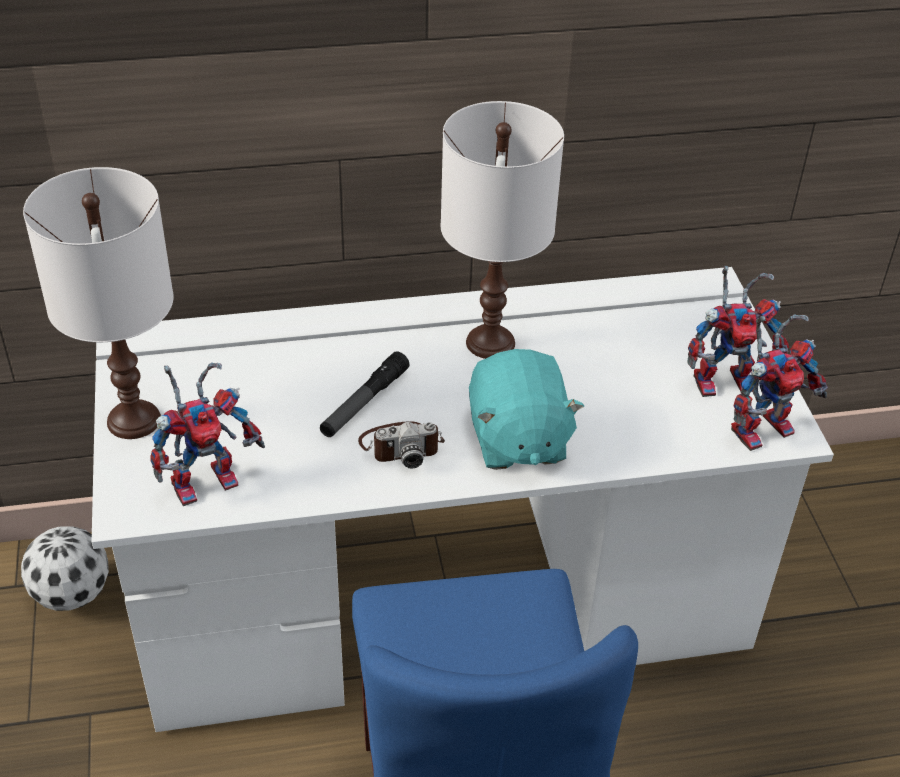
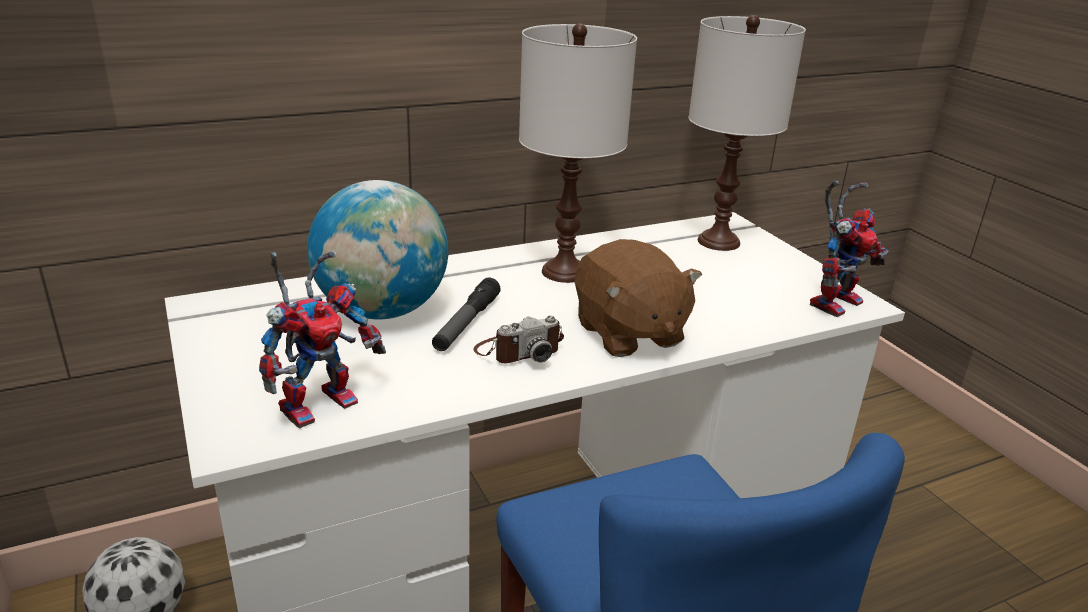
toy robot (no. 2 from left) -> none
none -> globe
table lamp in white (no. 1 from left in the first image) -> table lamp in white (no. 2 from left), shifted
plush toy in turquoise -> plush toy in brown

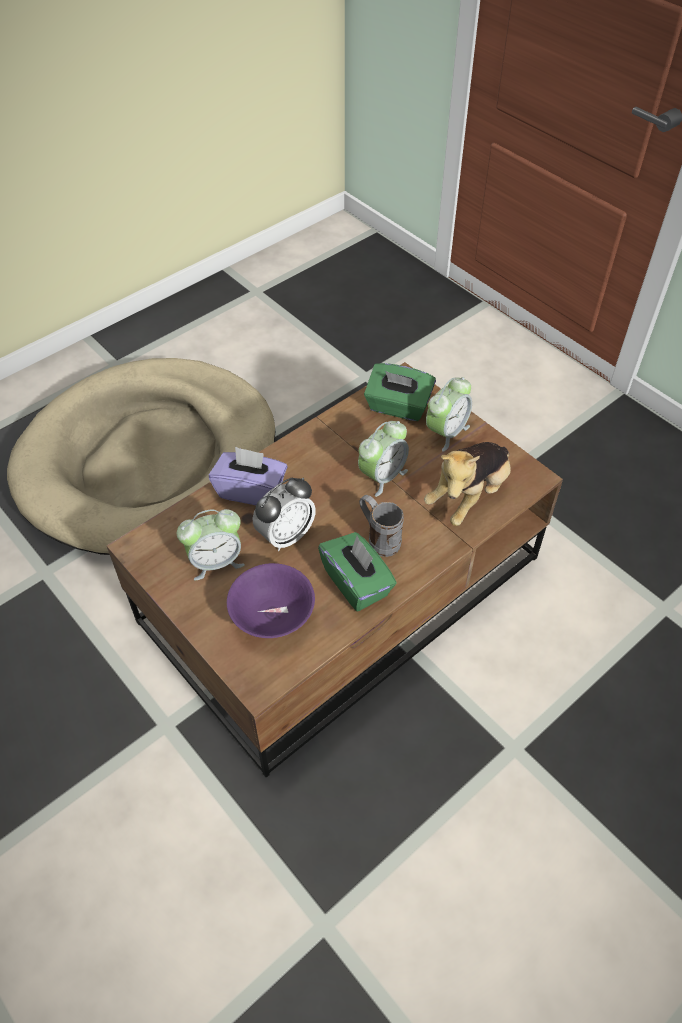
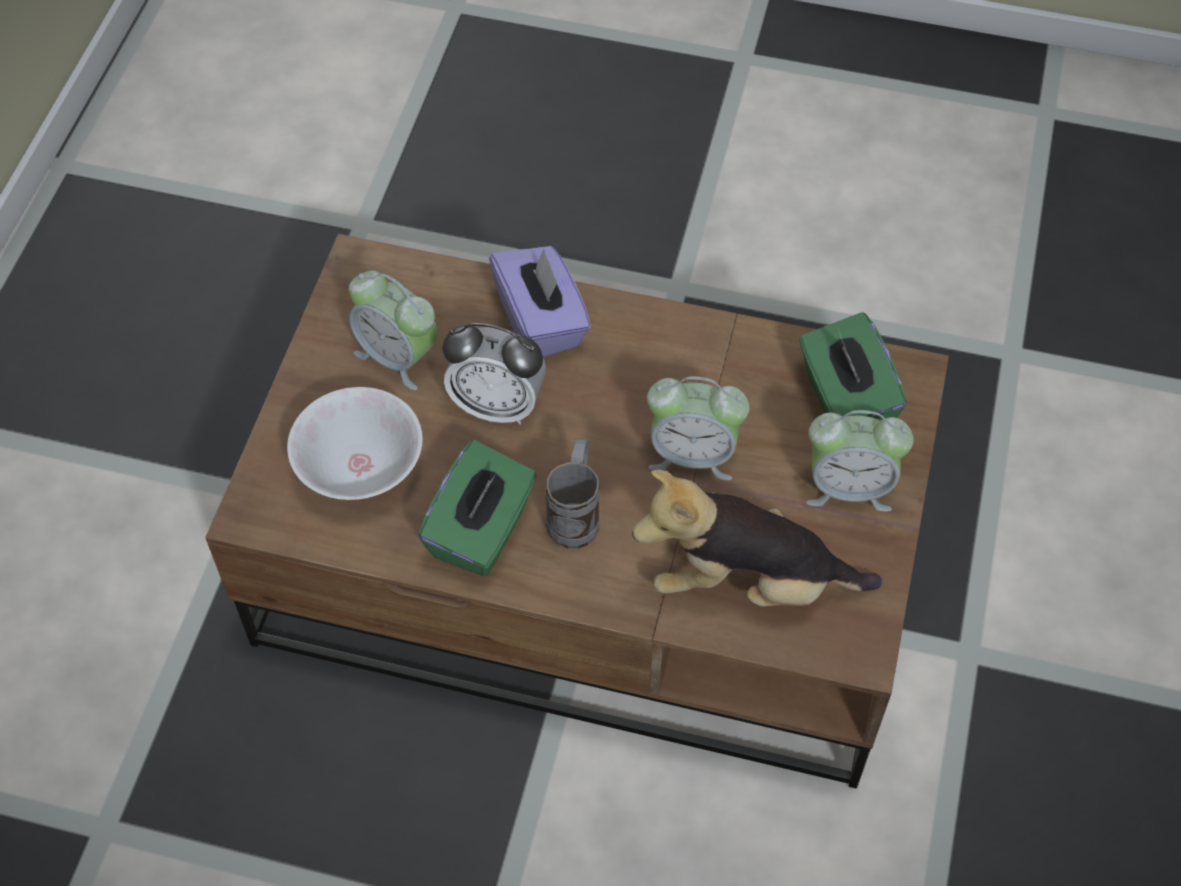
dog bed in beige -> none
bowl in purple -> bowl in white

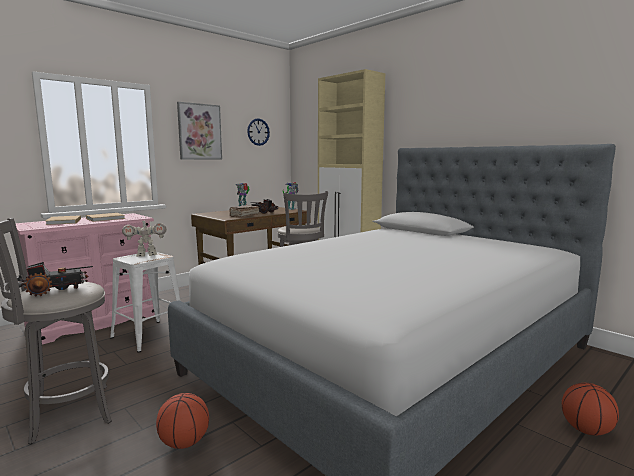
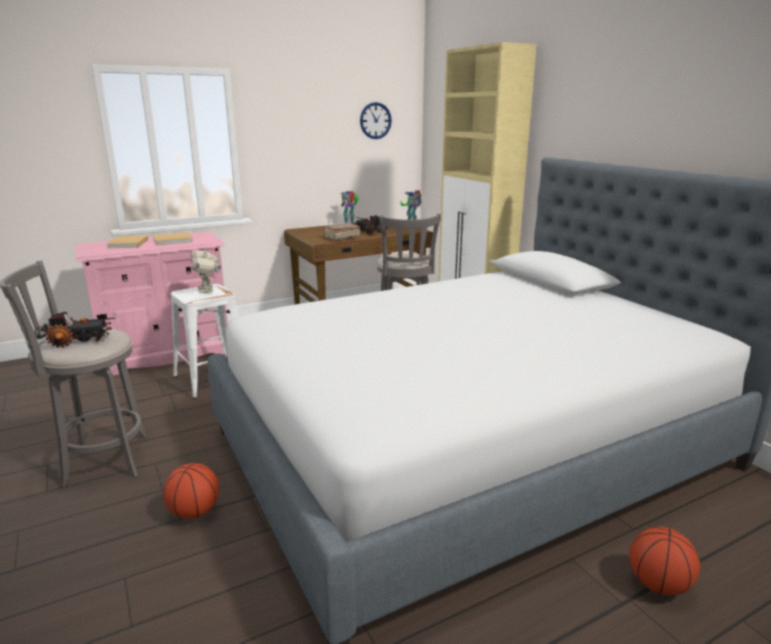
picture -> none
toy robot (no. 1 from left), 75 degrees clockwise

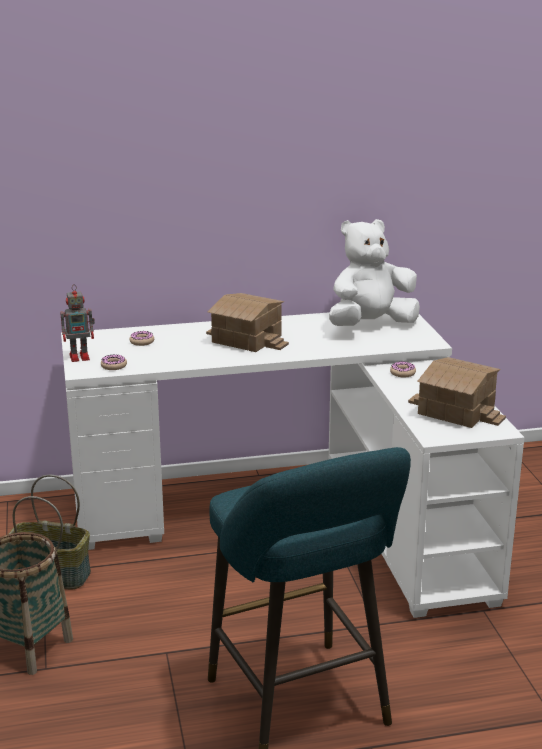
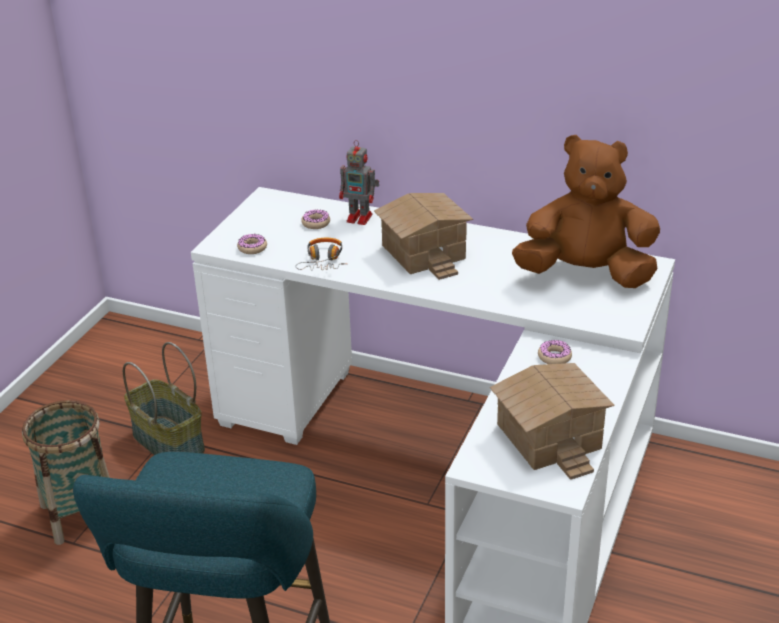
none -> headphones
toy robot, shifted
plush toy in white -> plush toy in brown

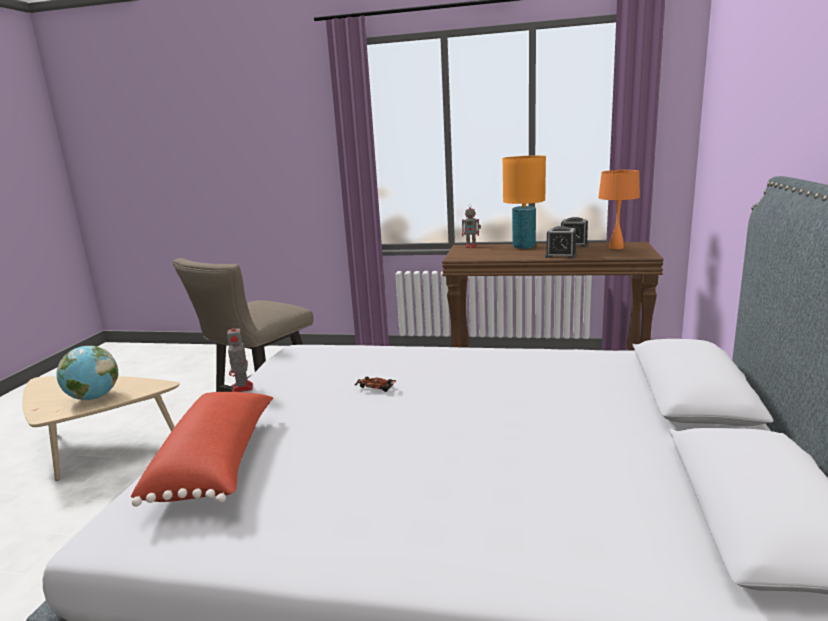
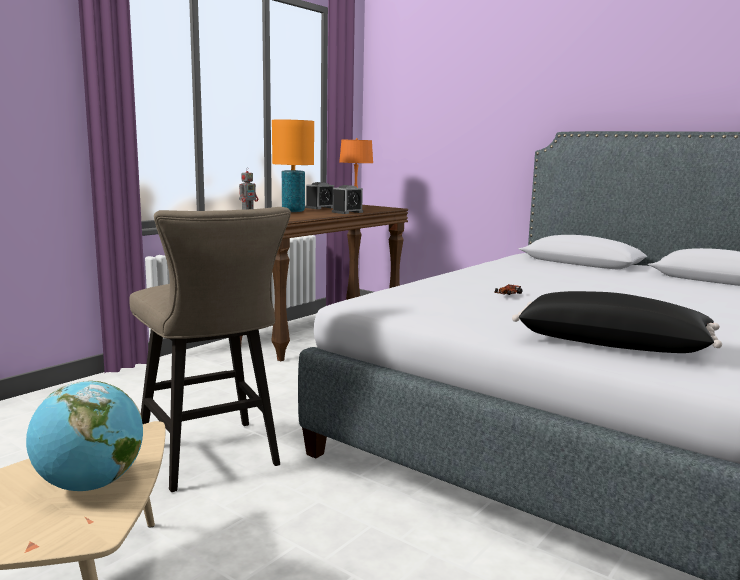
toy robot (no. 1 from left) -> none
pillow in red -> pillow in black

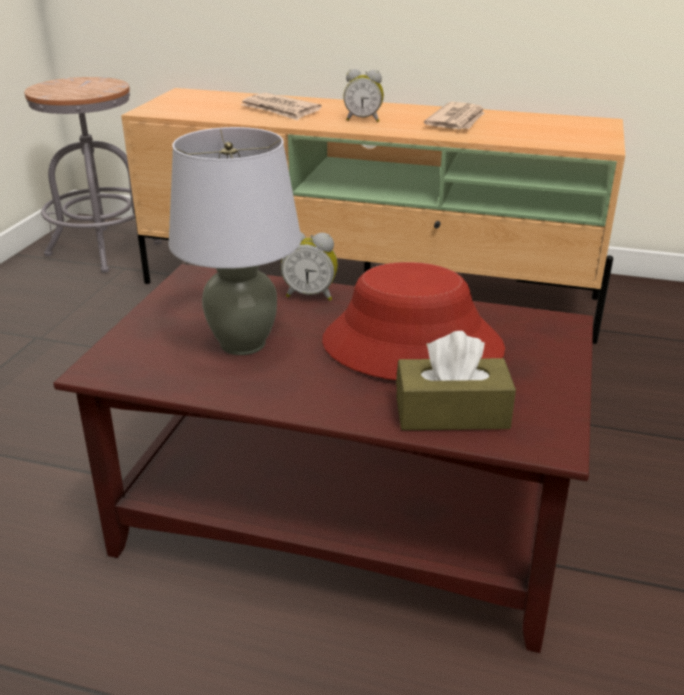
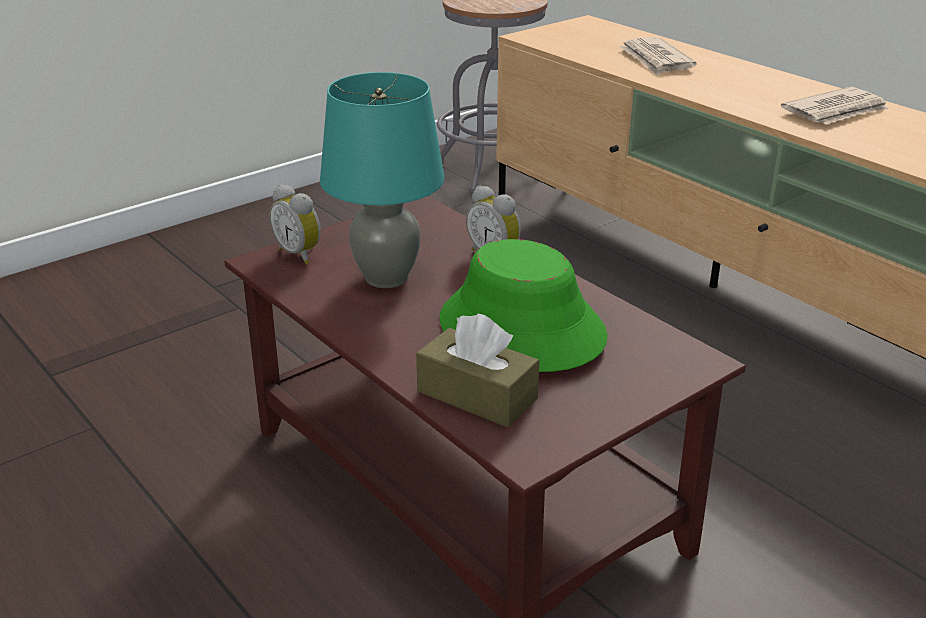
alarm clock (no. 2 from left in the first image) -> alarm clock (no. 1 from left), shifted
table lamp in grey -> table lamp in turquoise
hat in red -> hat in green

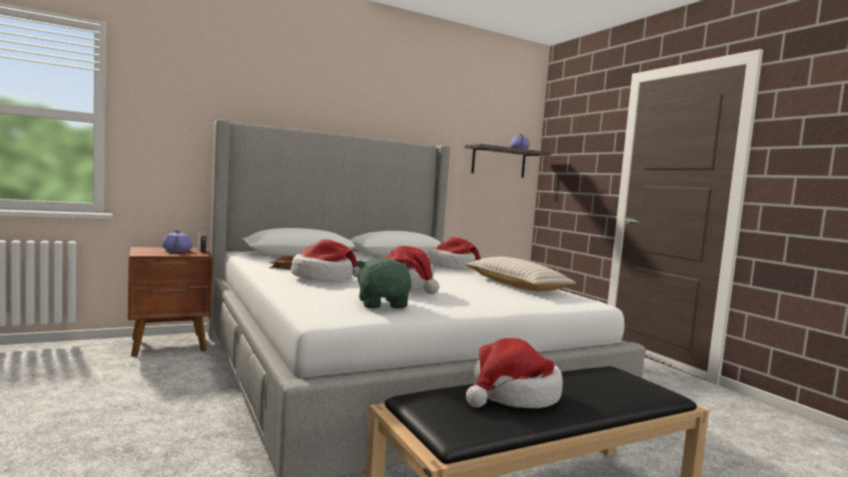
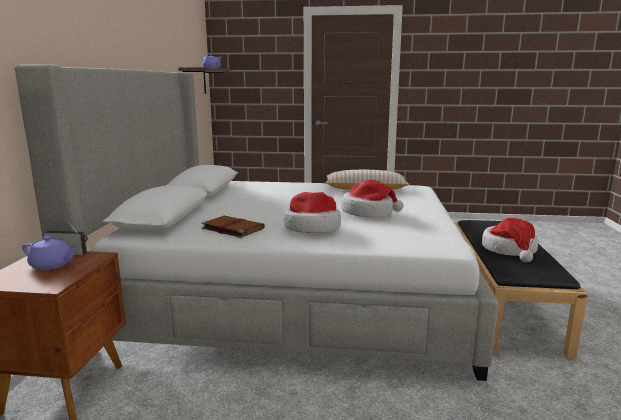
plush toy in green -> none
hat (no. 3 from left) -> none

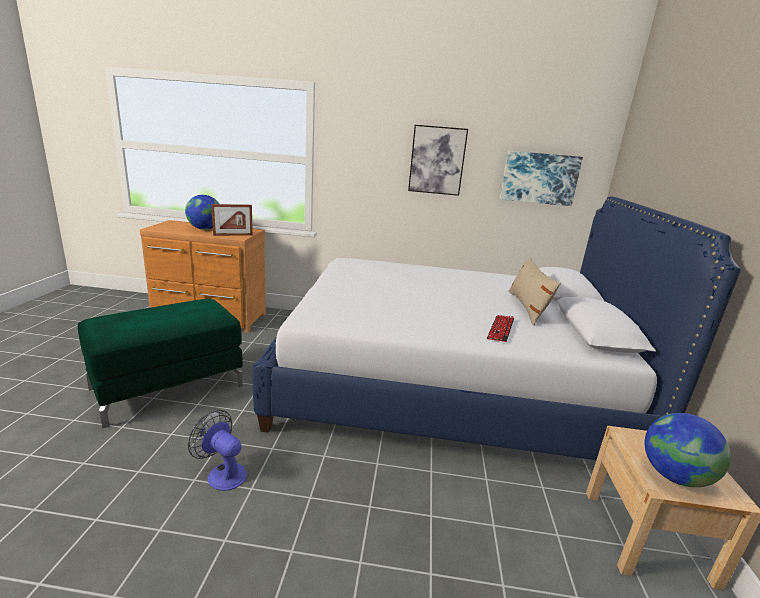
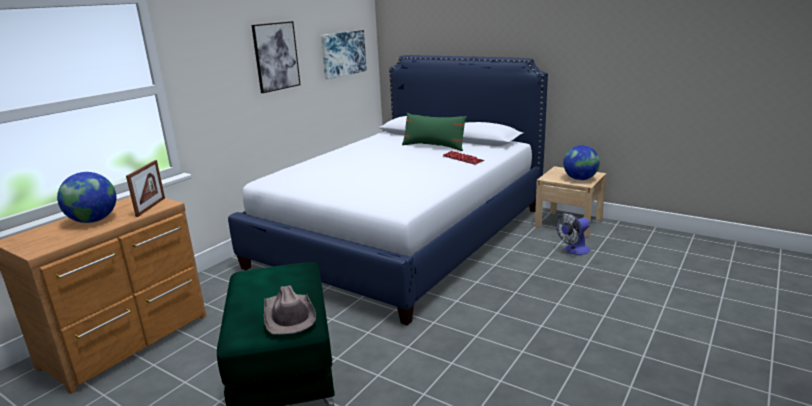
none -> hat in brown
fan, shifted
pillow in beige -> pillow in green

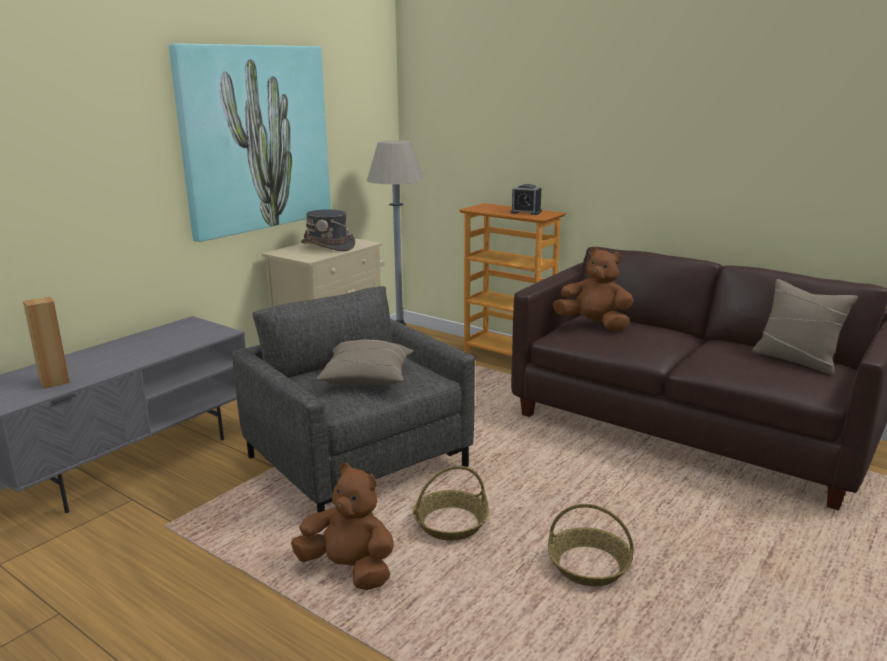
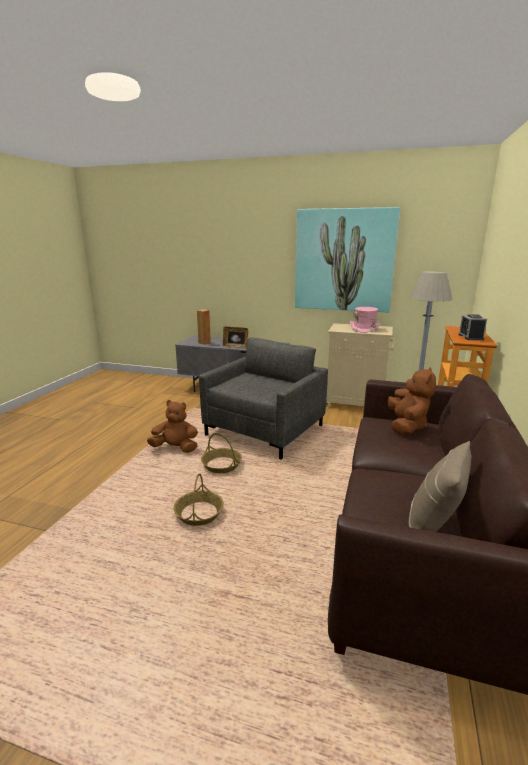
pillow in beige (no. 1 from left) -> none
none -> picture frame
hat in grey -> hat in pink
plush toy in brown (no. 1 from left), 90 degrees counterclockwise

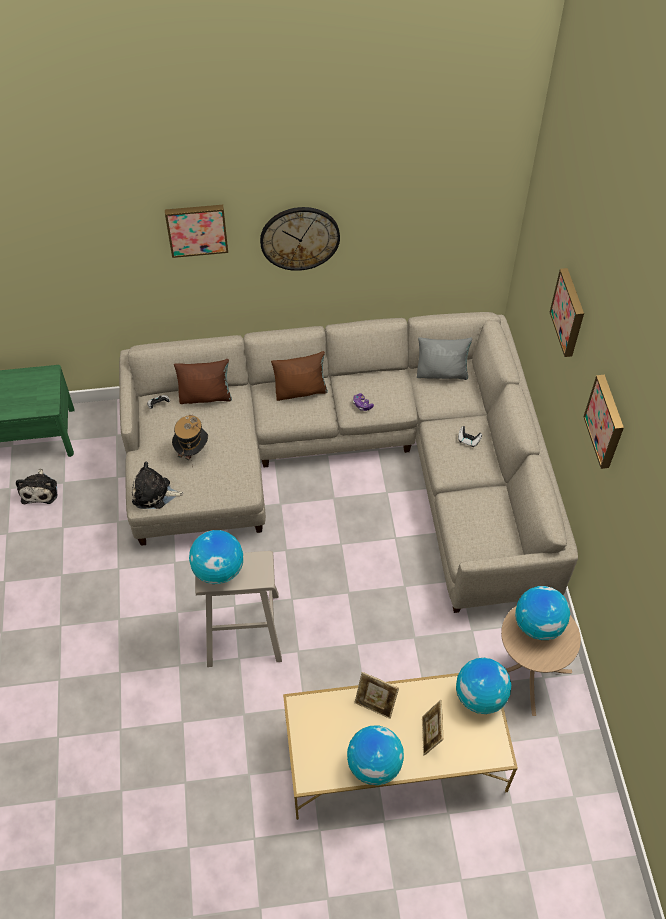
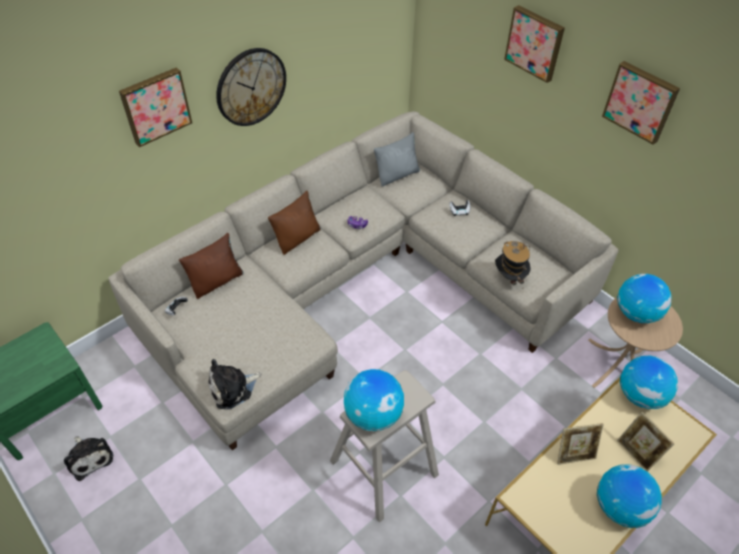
hat, shifted

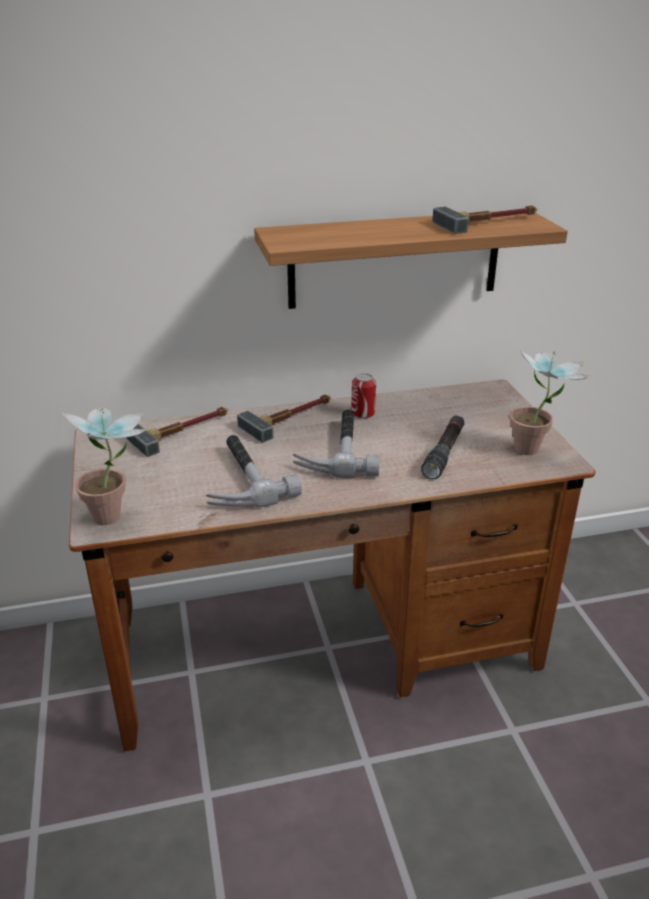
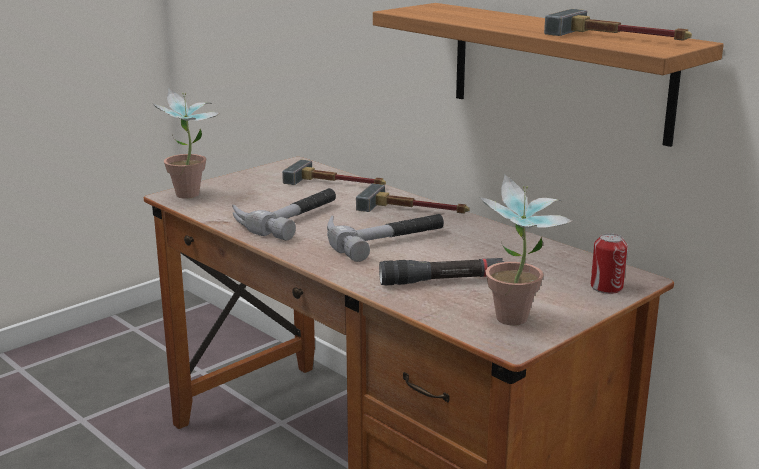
can, shifted

